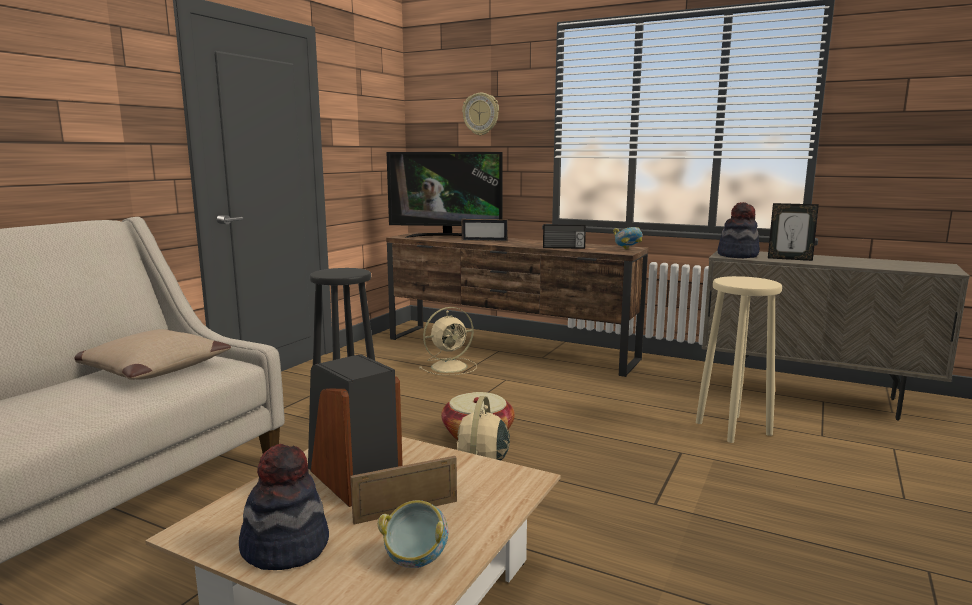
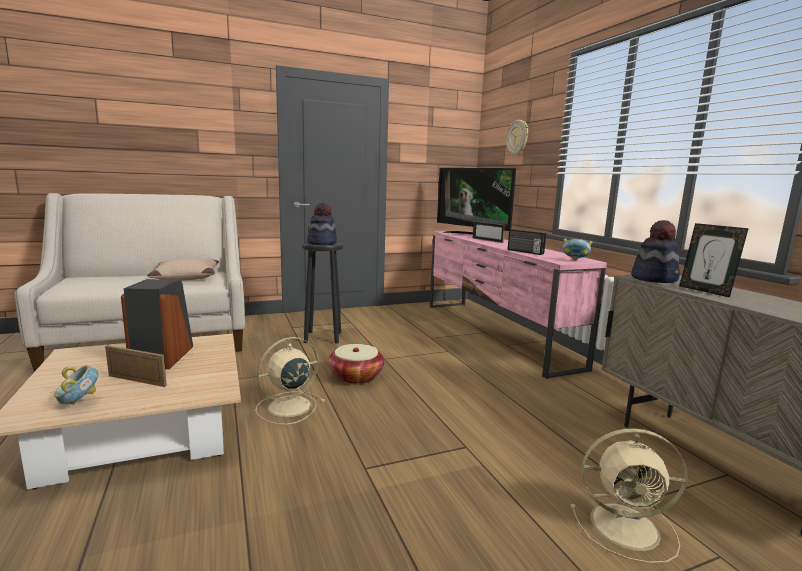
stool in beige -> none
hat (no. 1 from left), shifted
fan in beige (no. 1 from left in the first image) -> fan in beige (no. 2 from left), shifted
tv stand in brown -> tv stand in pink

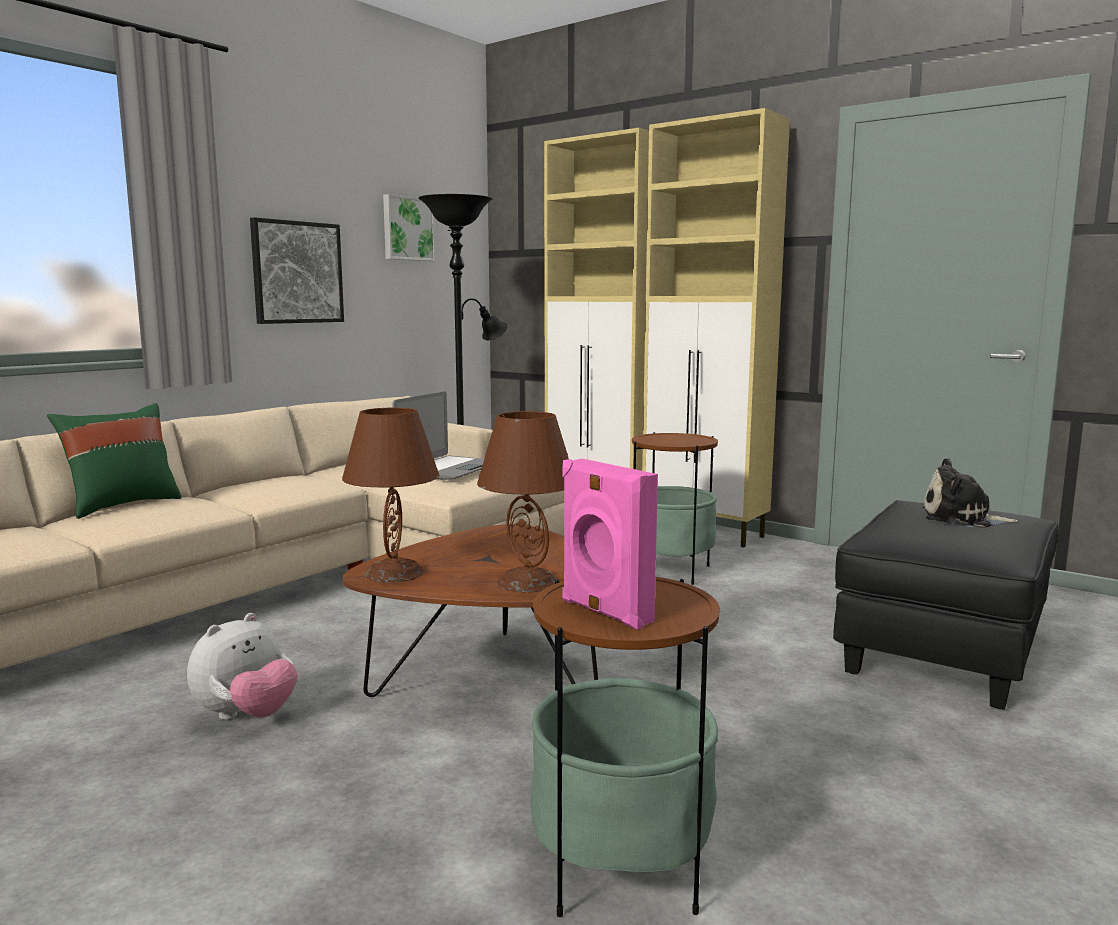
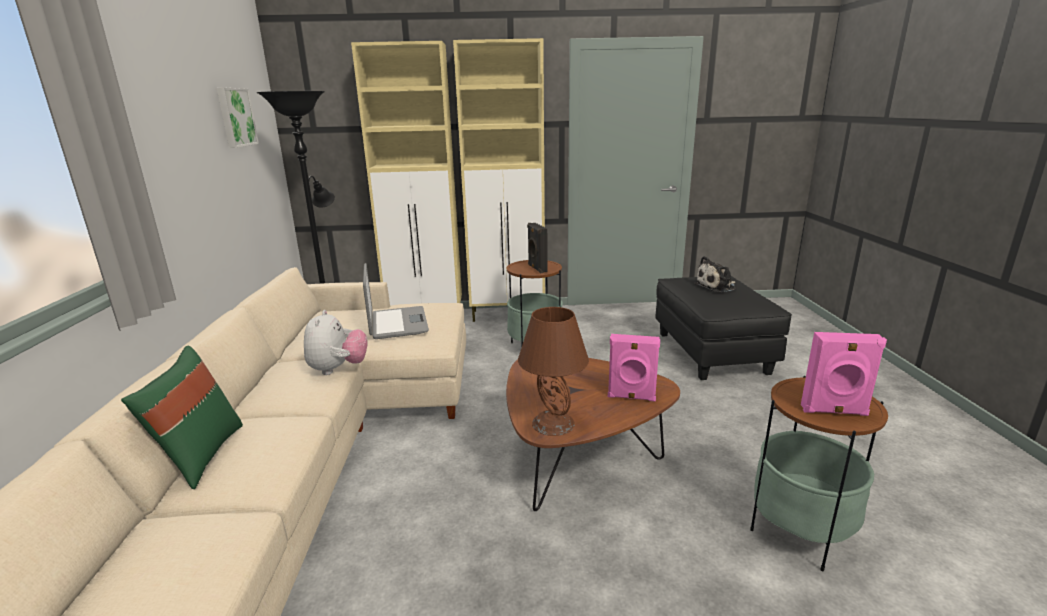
picture (no. 1 from left) -> none
none -> speaker in black
plush toy (no. 1 from left), shifted
table lamp in brown (no. 2 from left) -> speaker in pink (no. 1 from left)

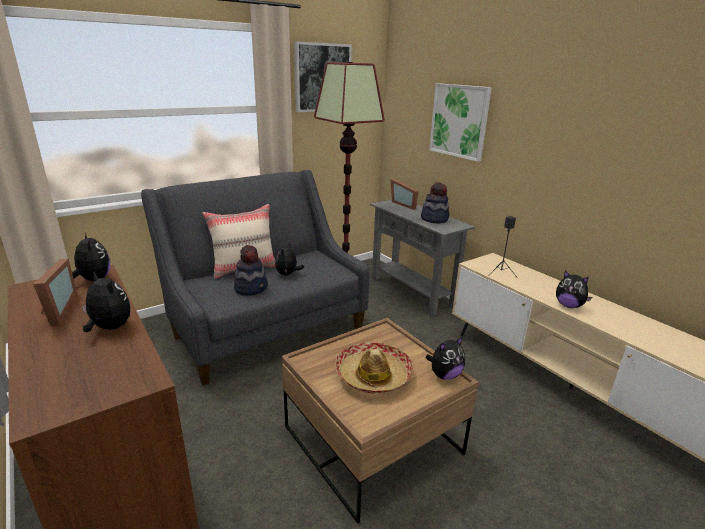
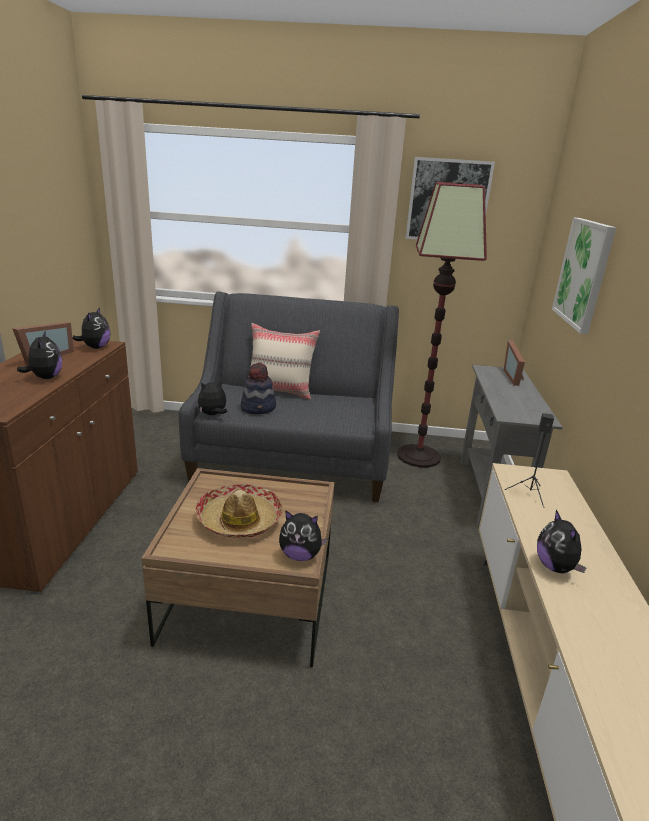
hat (no. 3 from left) -> none
plush toy (no. 3 from left), shifted

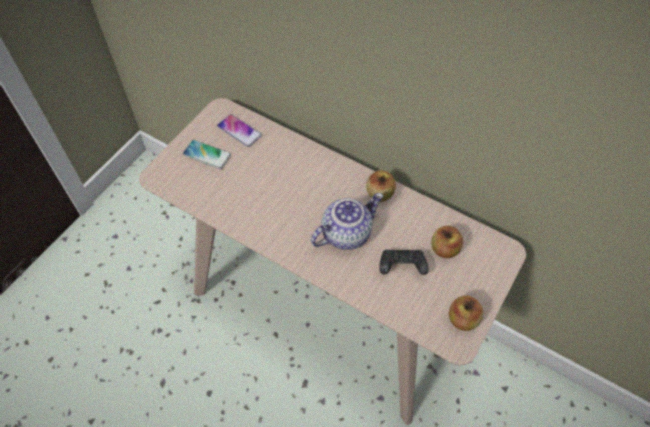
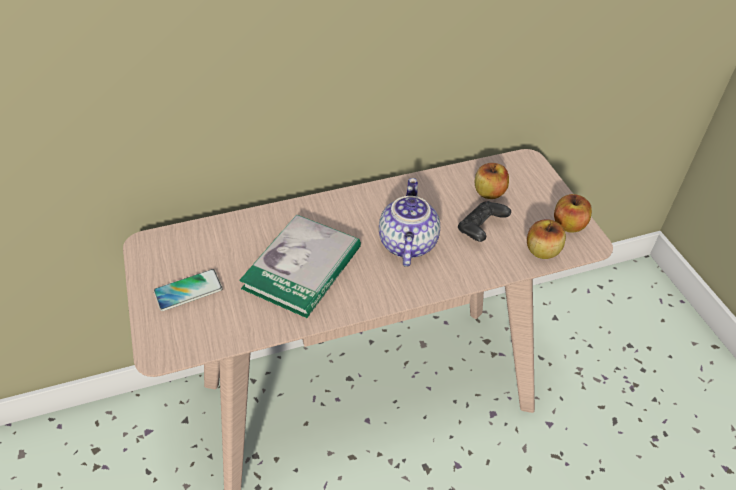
phone (no. 2 from left) -> none
none -> book
apple (no. 1 from left in the first image) -> apple (no. 2 from left), shifted

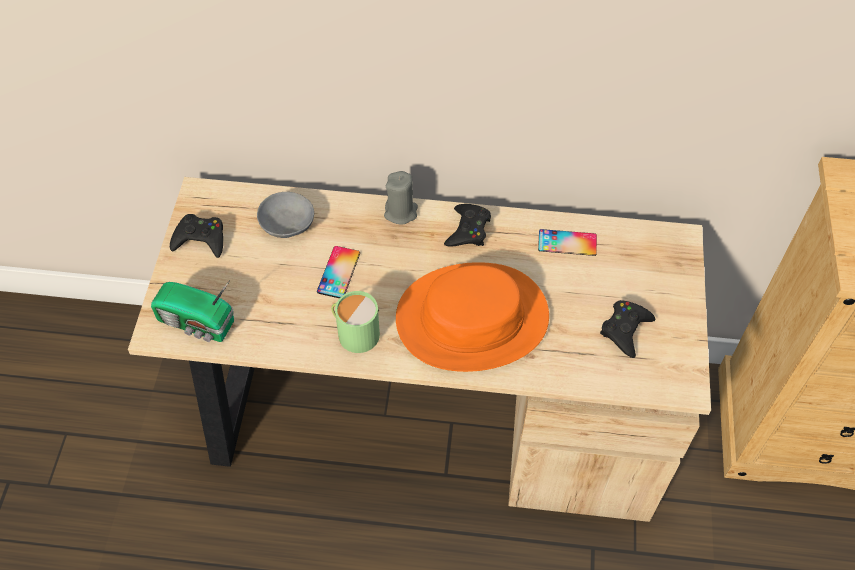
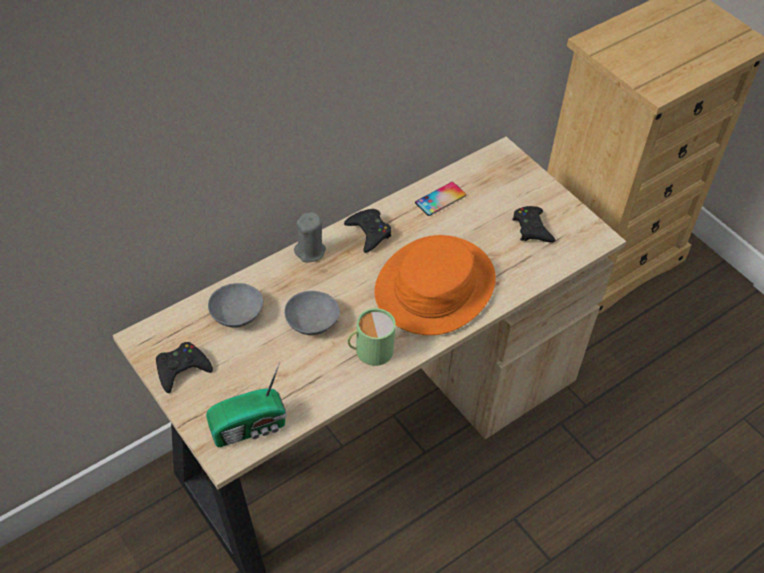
phone (no. 1 from left) -> bowl in grey (no. 2 from left)

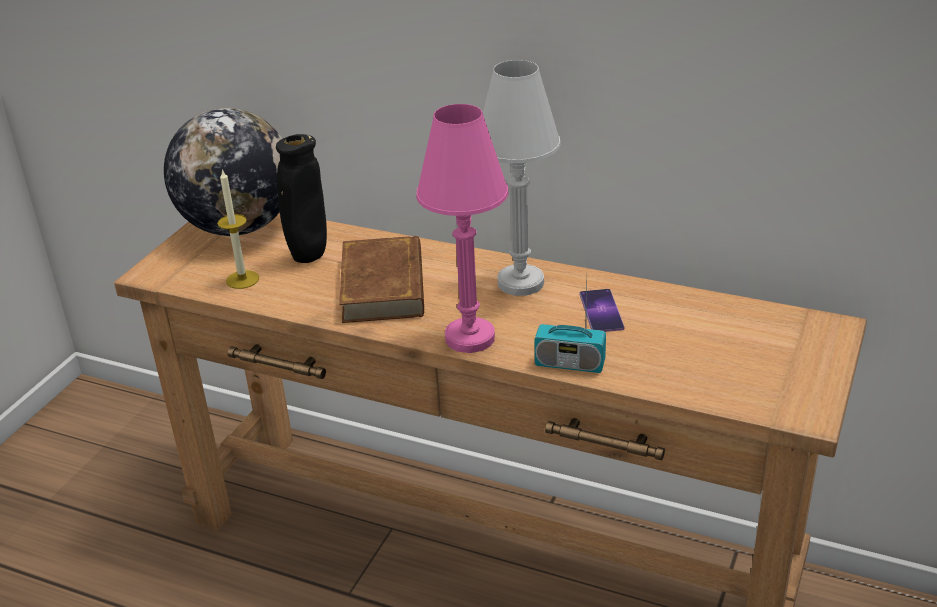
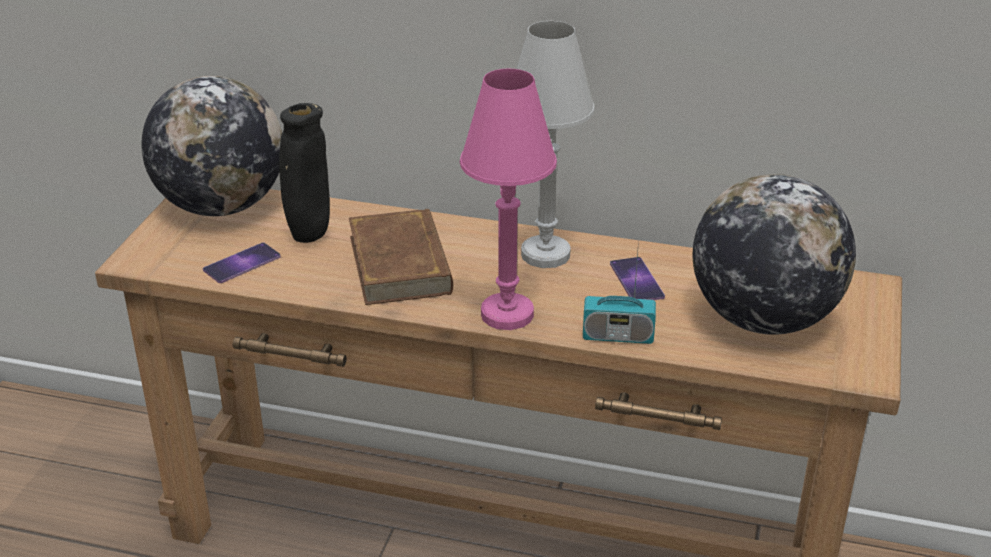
none -> globe (no. 2 from left)
candle -> phone (no. 1 from left)

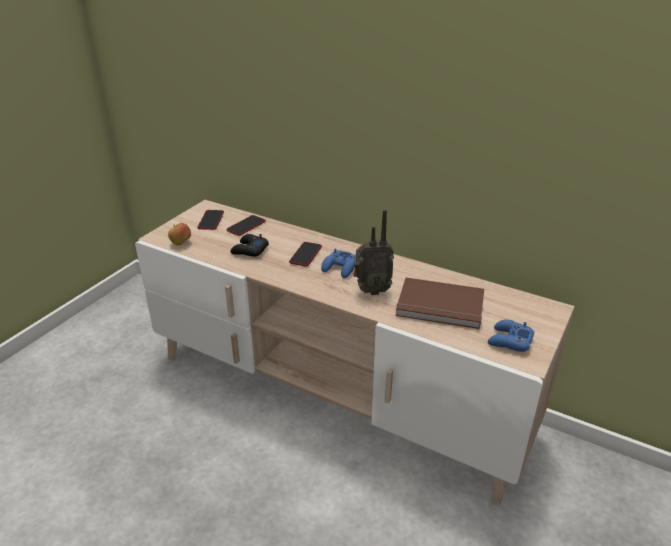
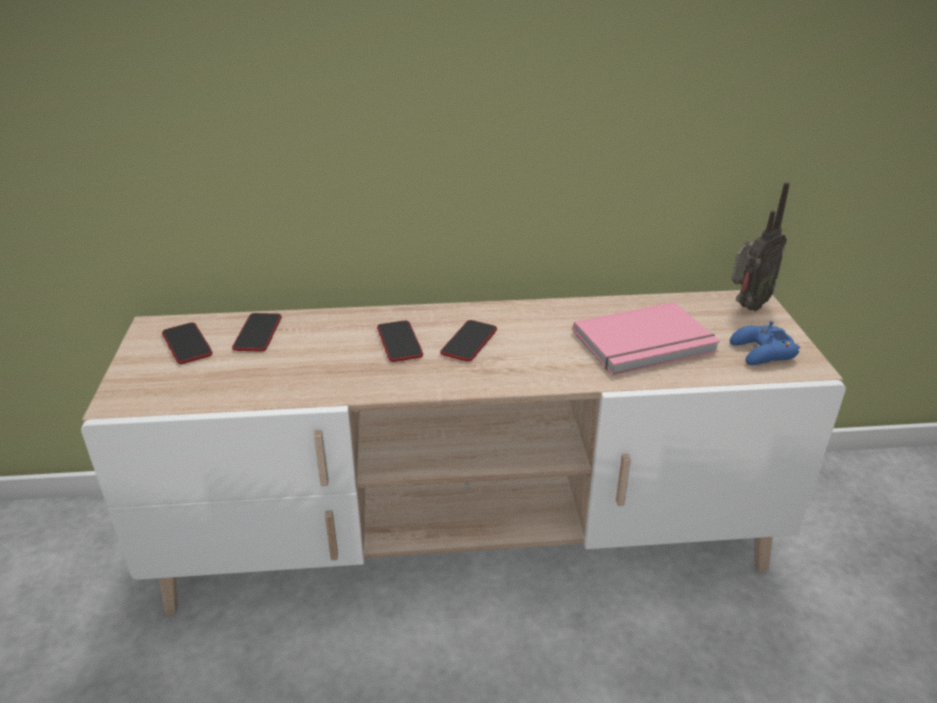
apple -> none
game controller in black -> none
radio, shifted
game controller in blue (no. 1 from left) -> phone (no. 4 from left)
book in brown -> book in pink

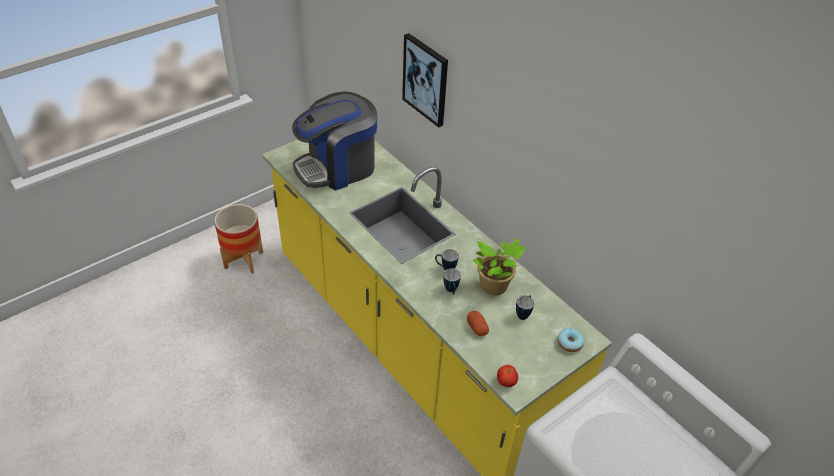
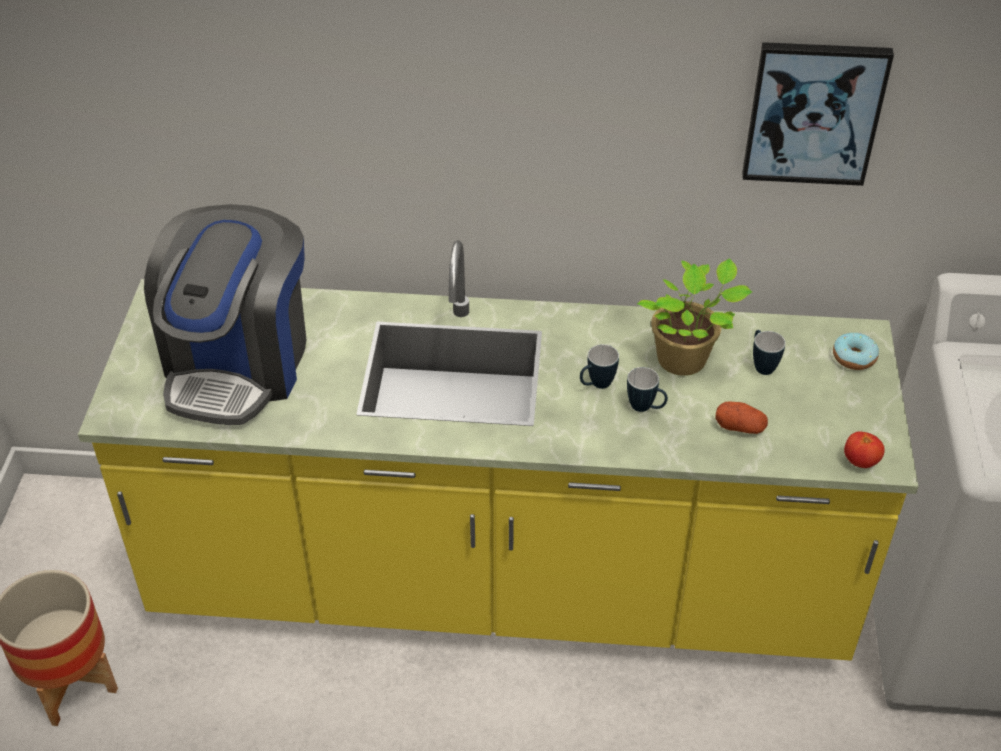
picture, shifted

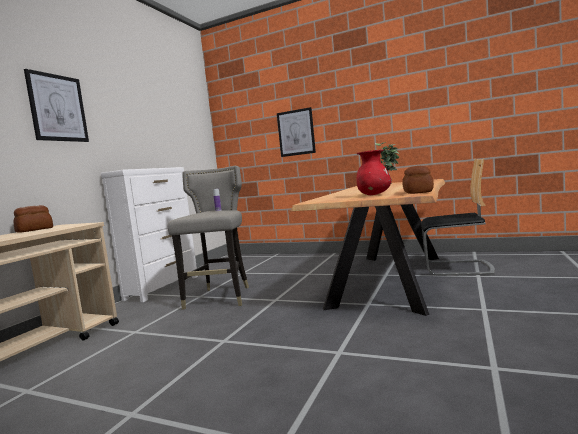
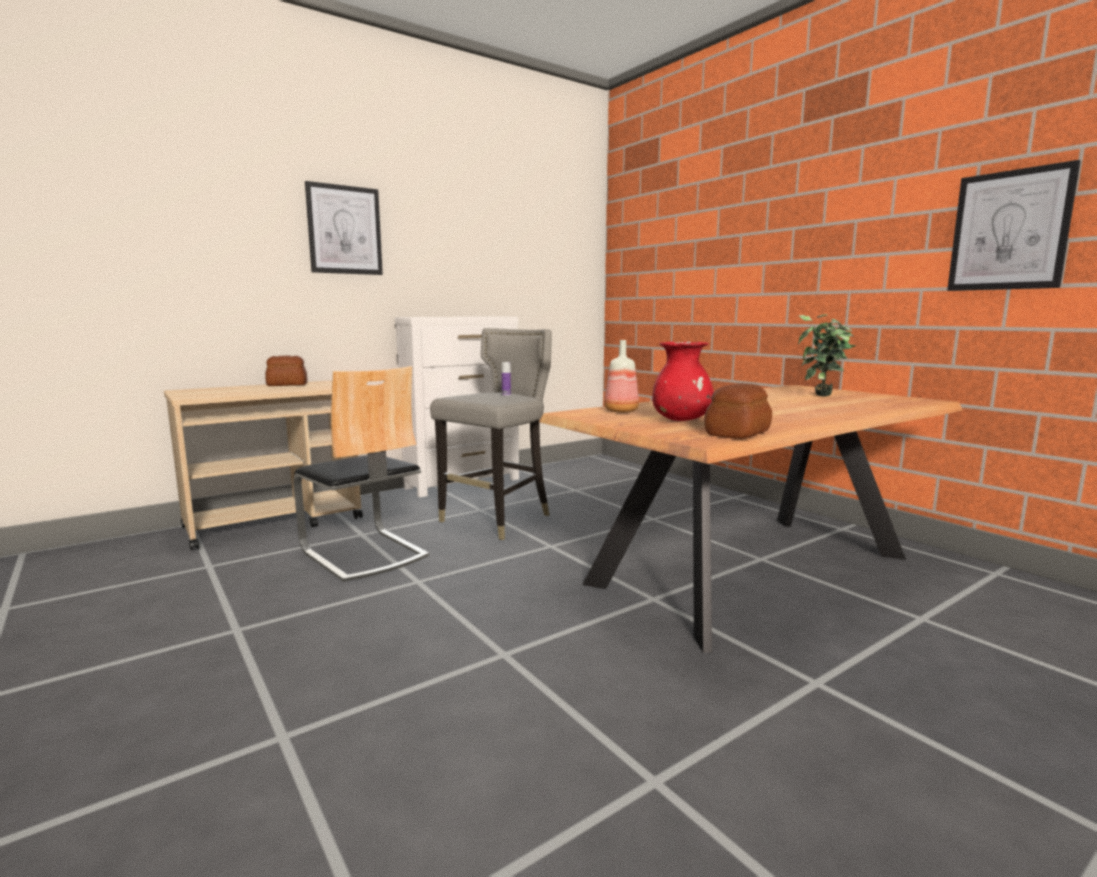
none -> bottle (no. 2 from left)
picture (no. 2 from left), shifted
chair, shifted

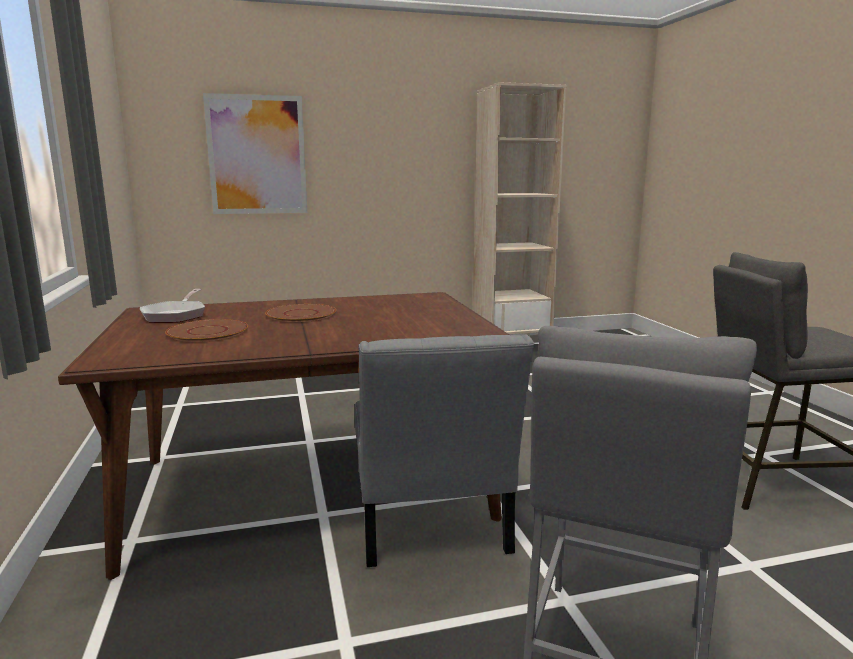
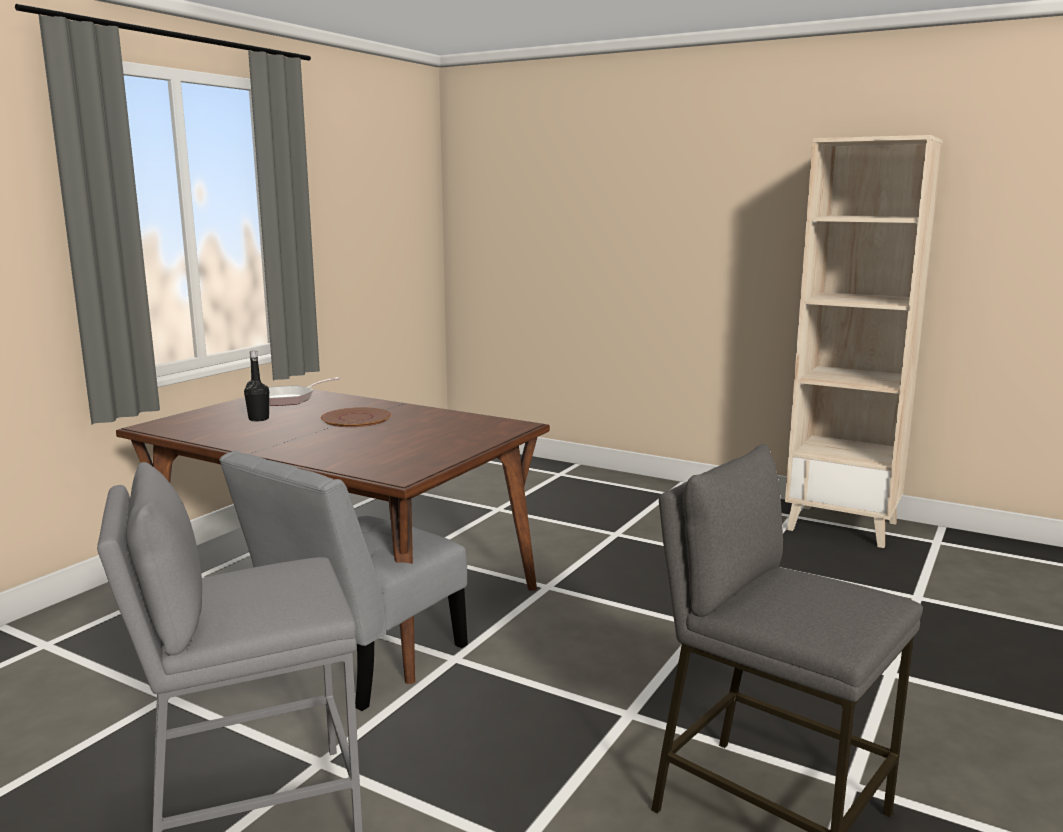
picture -> none
plate in brown (no. 1 from left) -> bottle in black

